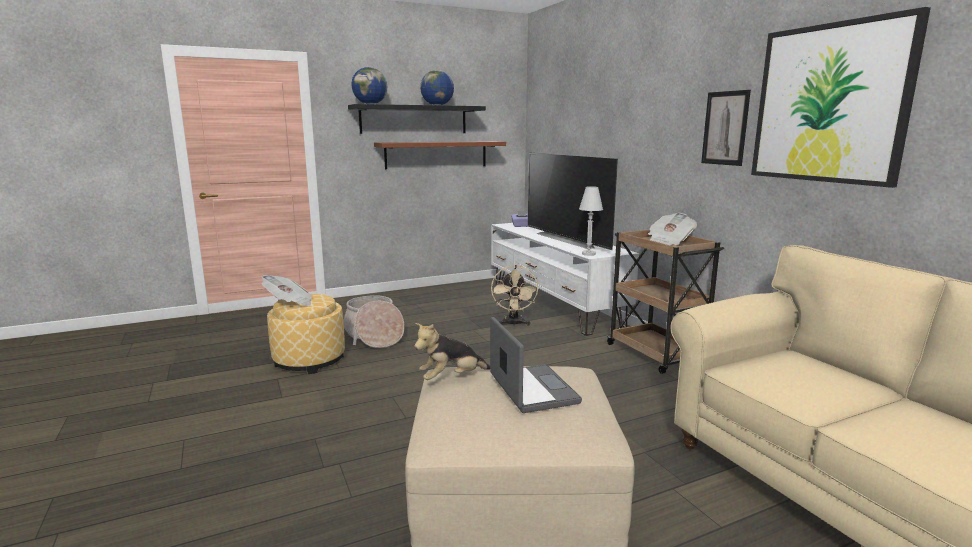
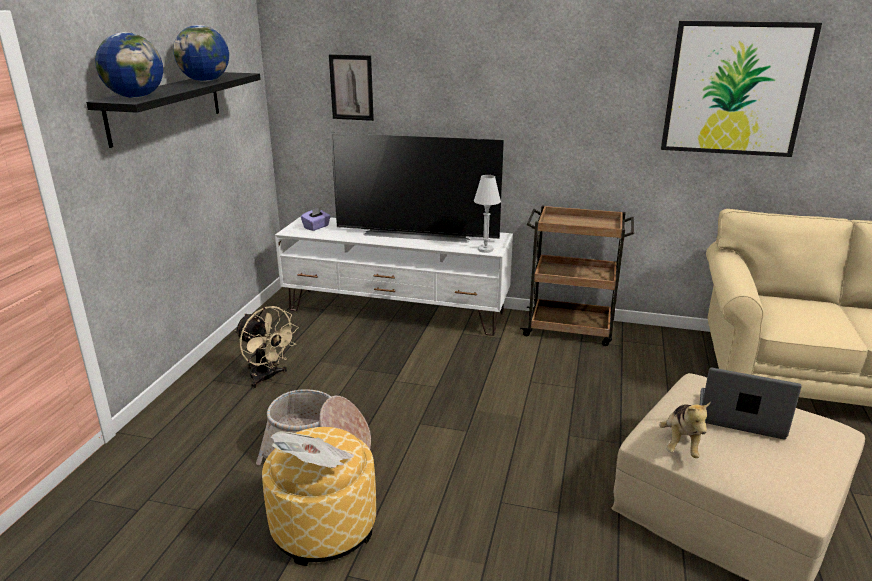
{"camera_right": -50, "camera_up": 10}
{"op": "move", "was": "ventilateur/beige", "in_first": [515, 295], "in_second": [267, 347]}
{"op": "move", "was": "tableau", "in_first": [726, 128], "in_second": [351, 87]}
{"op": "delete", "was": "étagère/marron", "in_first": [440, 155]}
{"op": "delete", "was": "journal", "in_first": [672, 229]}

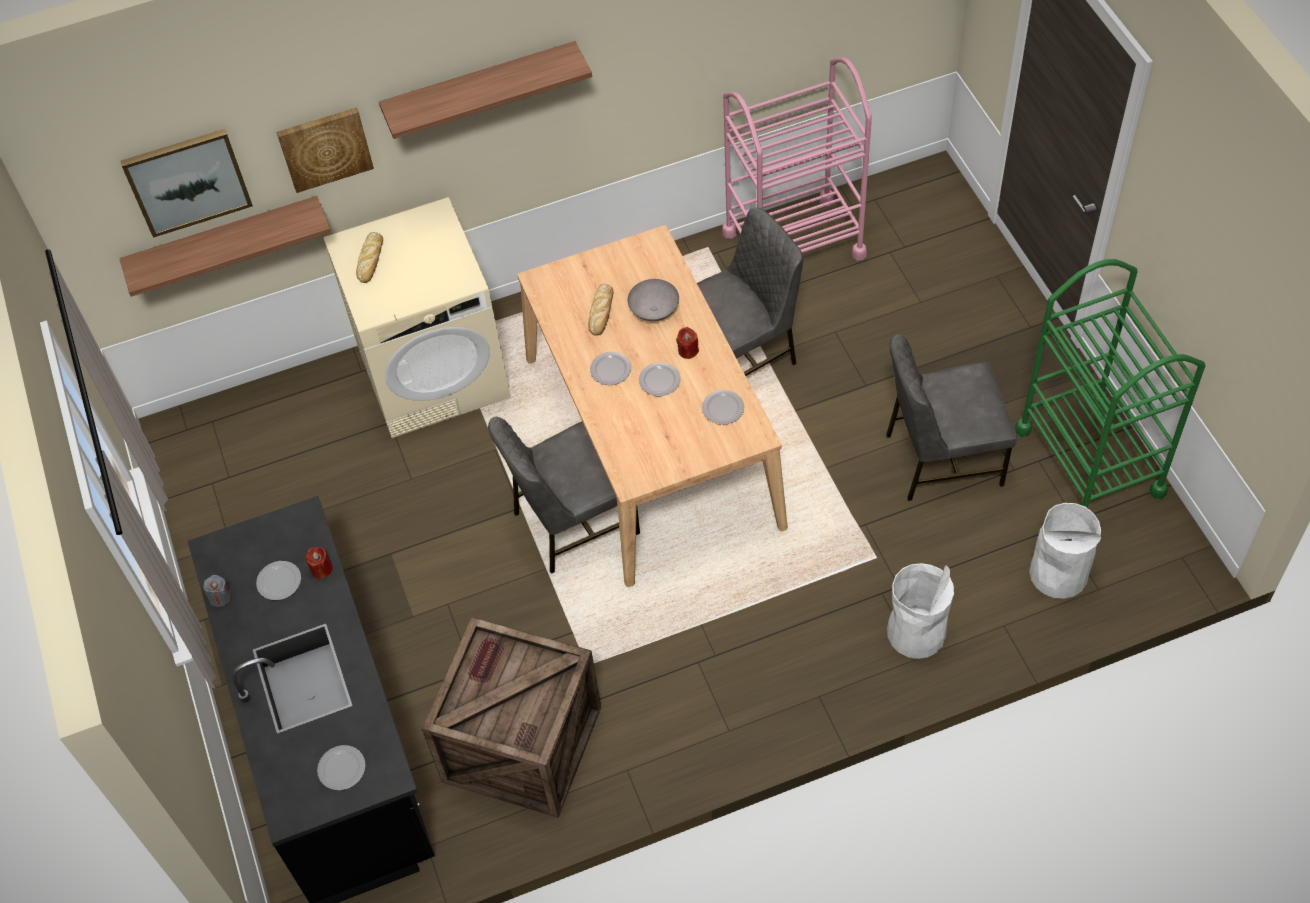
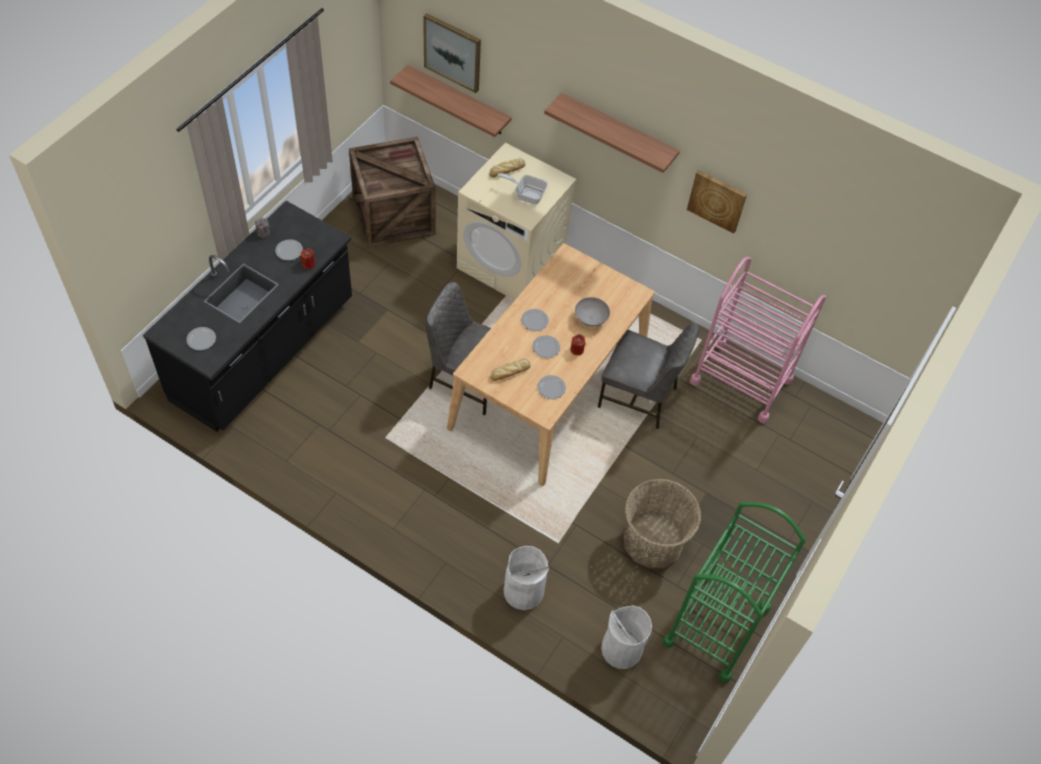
{"camera_right": 45, "camera_up": 0}
{"op": "move", "was": "caisse", "in_first": [511, 717], "in_second": [392, 192]}
{"op": "move", "was": "pain", "in_first": [601, 310], "in_second": [510, 370]}
{"op": "insert", "now": "poêle", "in_second": [522, 188]}
{"op": "replace", "was": "chaise/gris", "now": "panier", "in_first": [951, 417], "in_second": [663, 523]}
{"op": "move", "was": "tableau", "in_first": [325, 150], "in_second": [717, 202]}

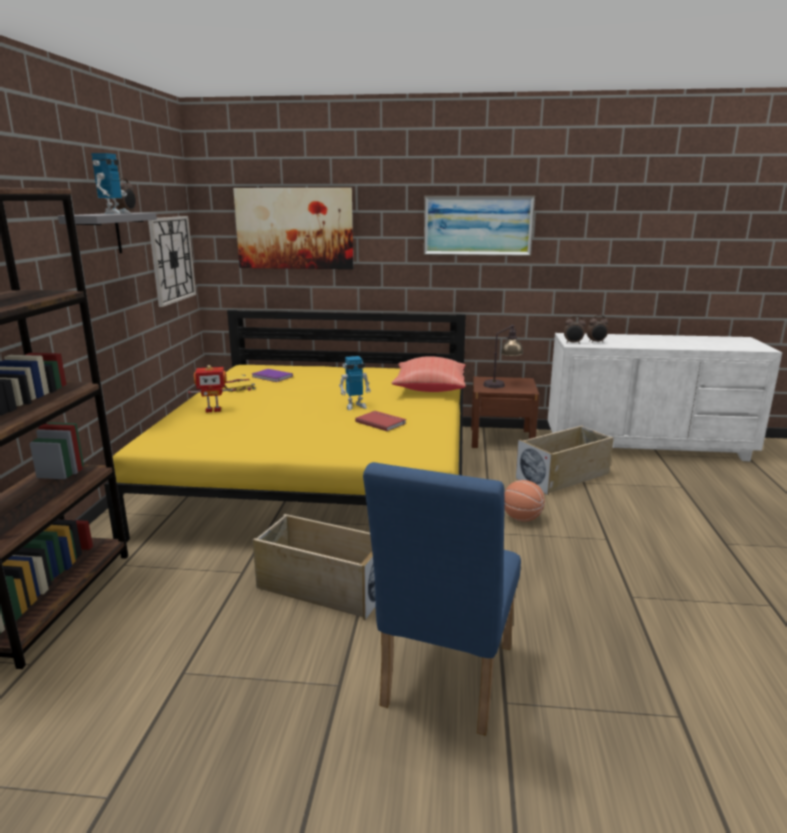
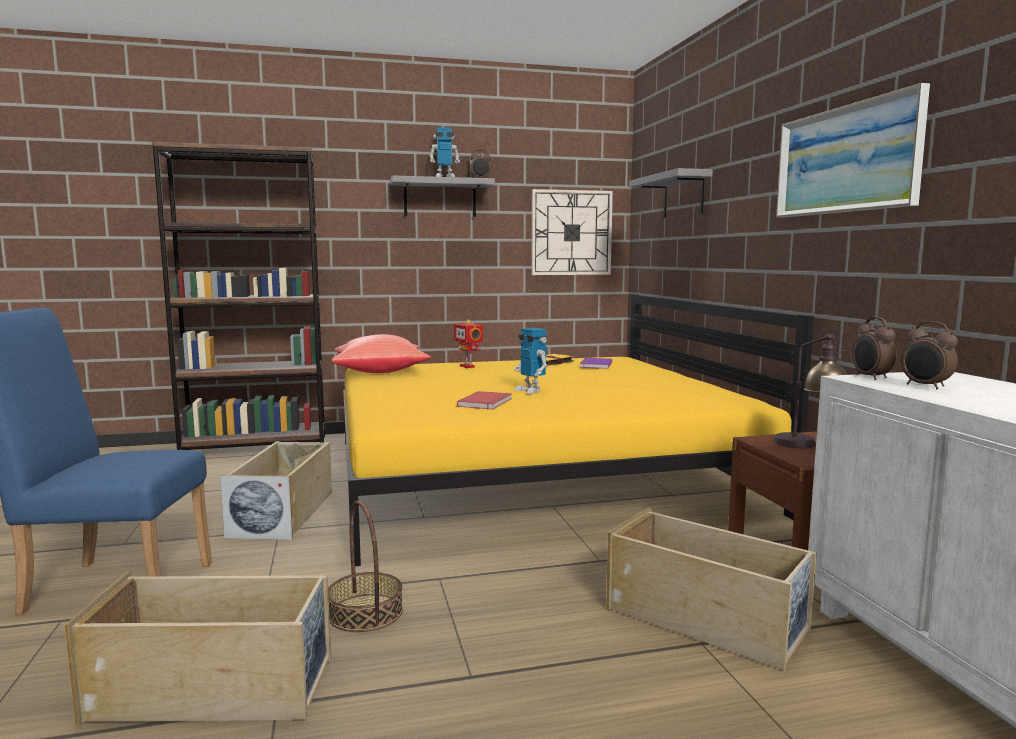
{"camera_right": 70, "camera_up": -10}
{"op": "insert", "now": "boîte de rangement/beige", "in_second": [197, 649]}
{"op": "insert", "now": "panier", "in_second": [365, 566]}
{"op": "move", "was": "coussin/rouge", "in_first": [428, 374], "in_second": [381, 353]}
{"op": "replace", "was": "tableau", "now": "étagère/gris", "in_first": [293, 228], "in_second": [671, 193]}
{"op": "delete", "was": "ballon de basket", "in_first": [524, 500]}

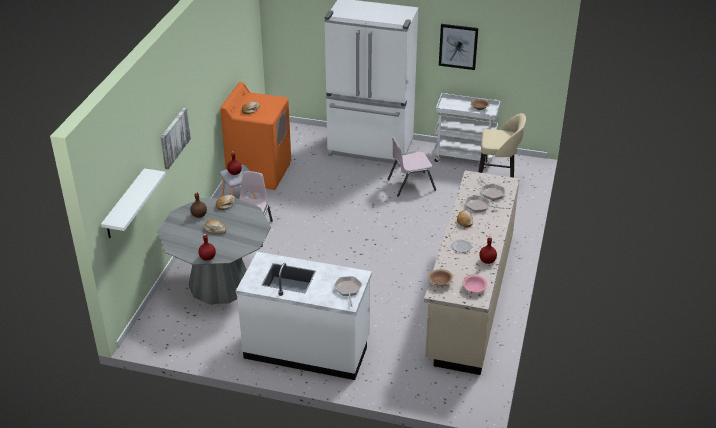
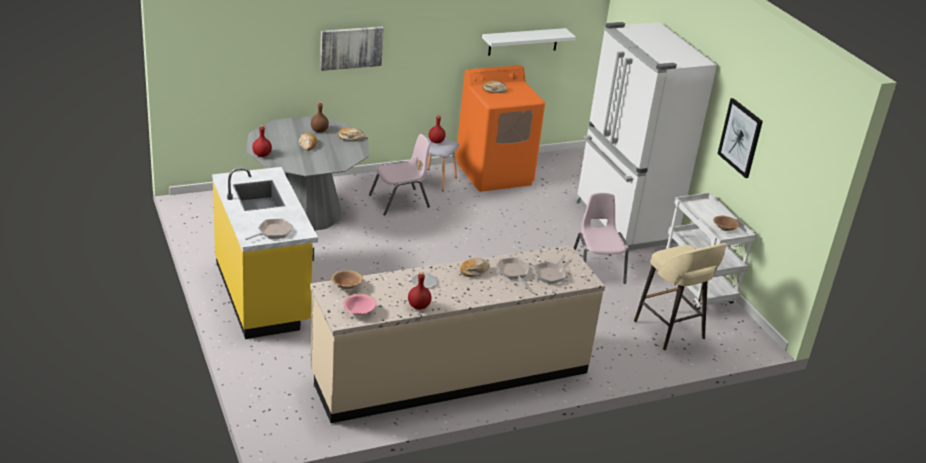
{"camera_right": 50, "camera_up": -5}
{"op": "recolor", "was": "comptoir de cuisine/blanc", "now": "comptoir de cuisine/jaune", "in_first": [304, 316], "in_second": [265, 253]}
{"op": "move", "was": "étagère/blanc", "in_first": [133, 203], "in_second": [529, 42]}
{"op": "rotate", "was": "chaise/rose", "in_first": [412, 167], "in_second": [601, 238], "clockwise": 45}

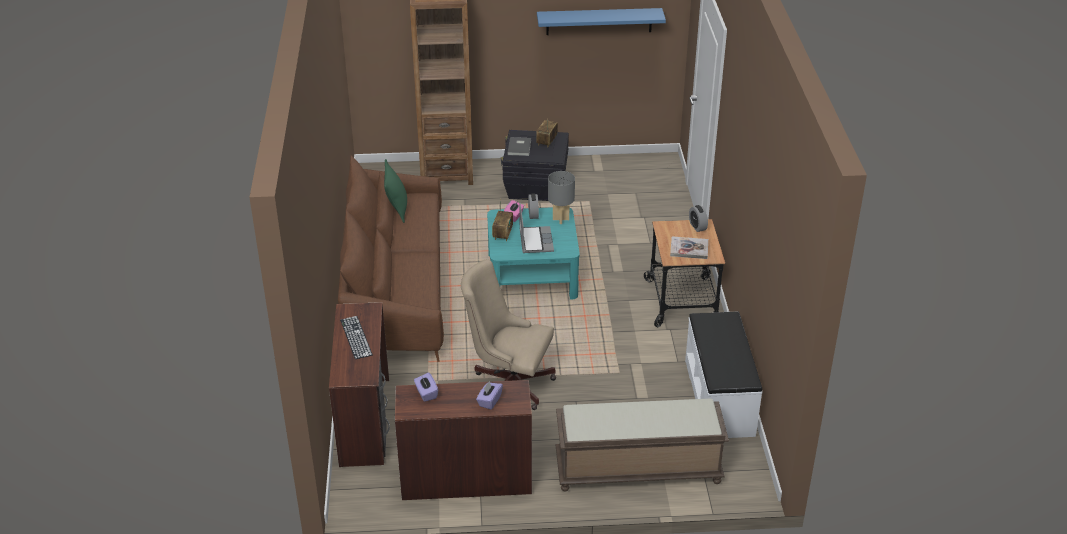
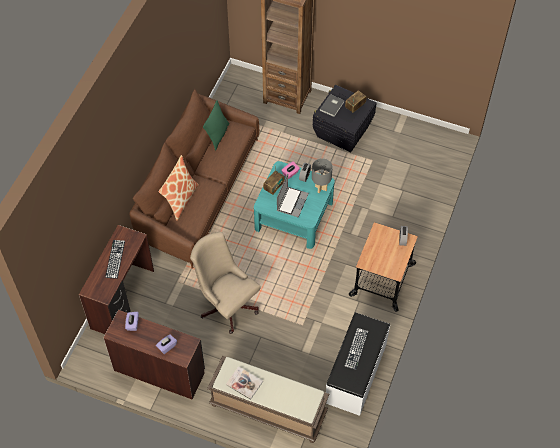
{"camera_right": 25, "camera_up": 20}
{"op": "insert", "now": "coussin", "in_second": [179, 188]}
{"op": "move", "was": "livre", "in_first": [689, 247], "in_second": [244, 383]}
{"op": "insert", "now": "clavier", "in_second": [357, 349]}
{"op": "delete", "was": "étagère/bleu", "in_first": [601, 21]}

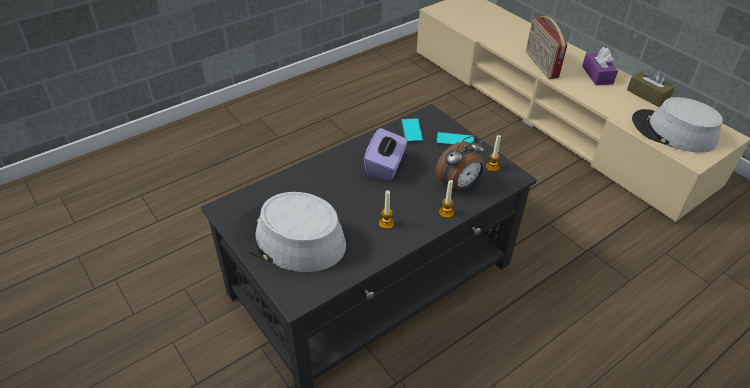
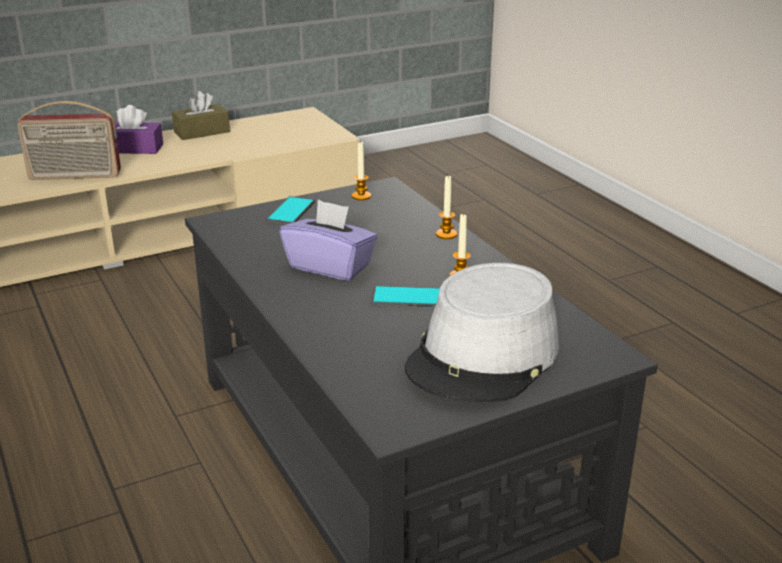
{"camera_right": -80, "camera_up": -15}
{"op": "move", "was": "téléphone", "in_first": [412, 130], "in_second": [405, 297]}
{"op": "delete", "was": "réveil", "in_first": [460, 162]}
{"op": "delete", "was": "chapeau/gris", "in_first": [677, 125]}

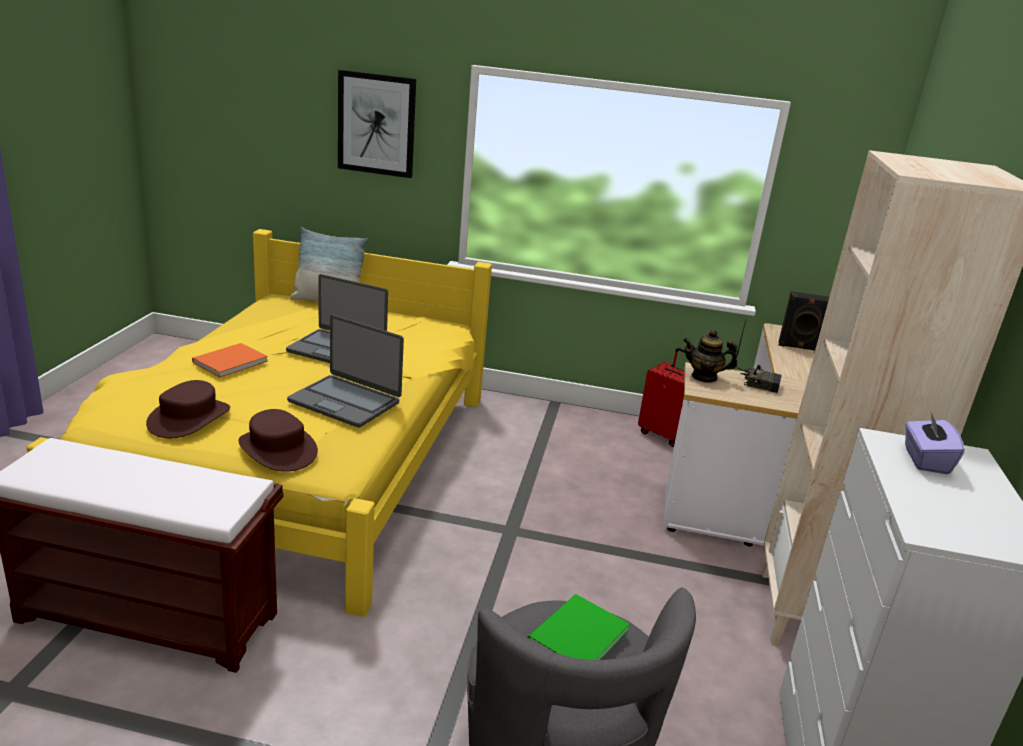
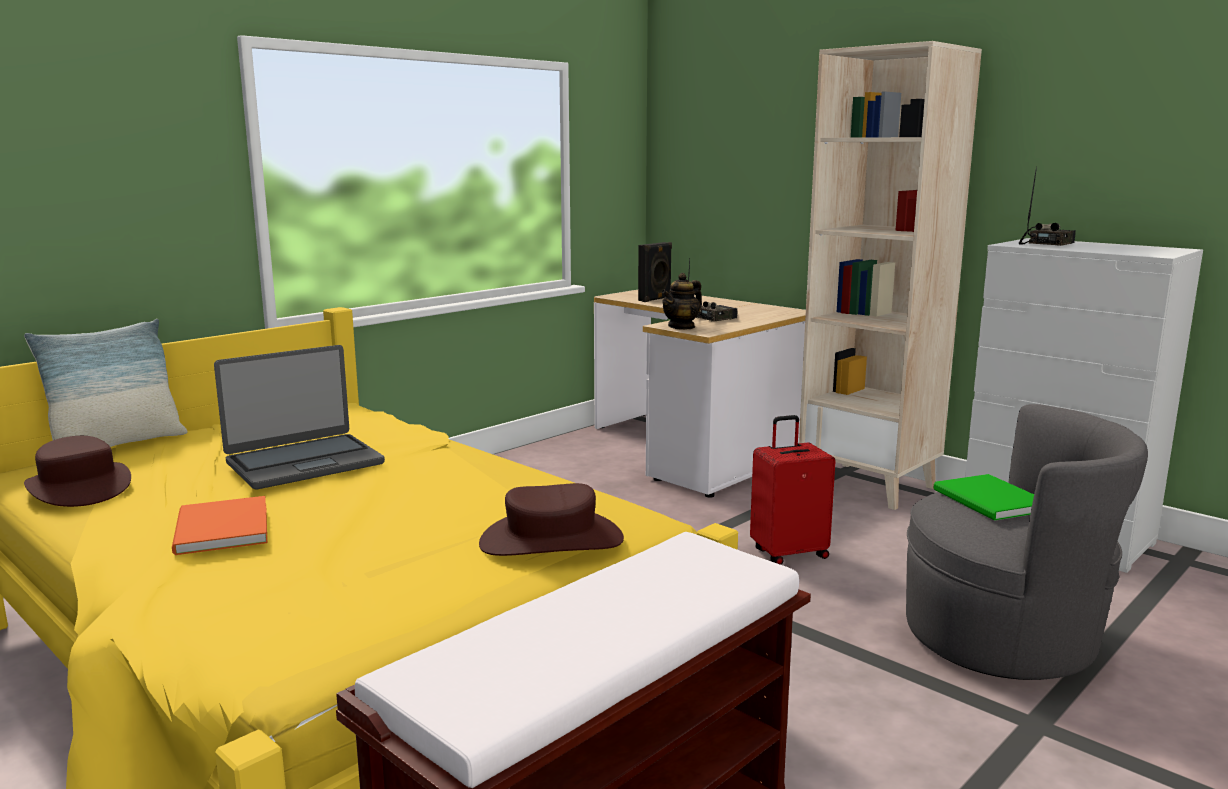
{"camera_right": -55, "camera_up": -10}
{"op": "move", "was": "chapeau/marron", "in_first": [188, 409], "in_second": [77, 471]}
{"op": "move", "was": "valise/rouge", "in_first": [664, 397], "in_second": [793, 490]}
{"op": "replace", "was": "boîte à mouchoirs/violet", "now": "radio", "in_first": [935, 443], "in_second": [1047, 206]}
{"op": "delete", "was": "ordinateur portable", "in_first": [345, 371]}
{"op": "delete", "was": "tableau", "in_first": [377, 124]}

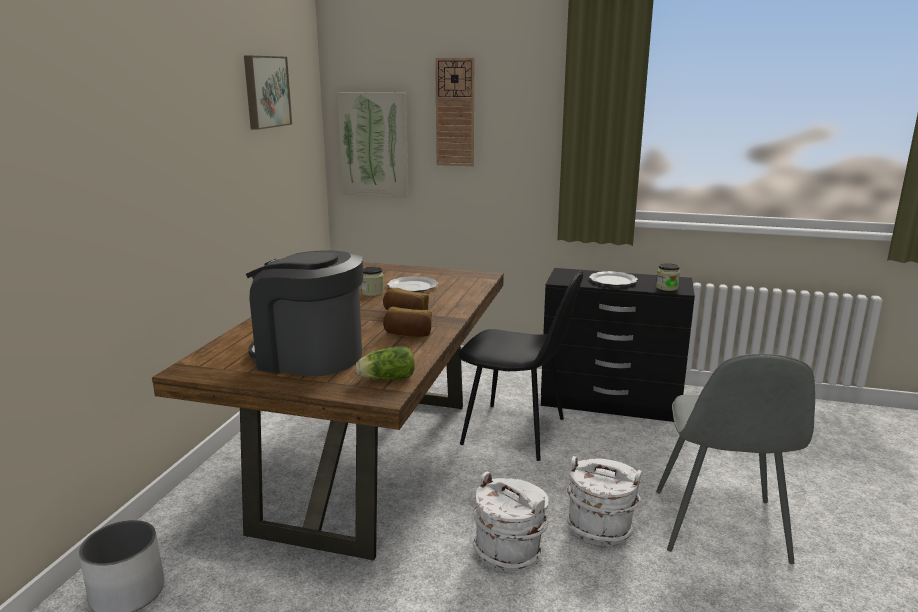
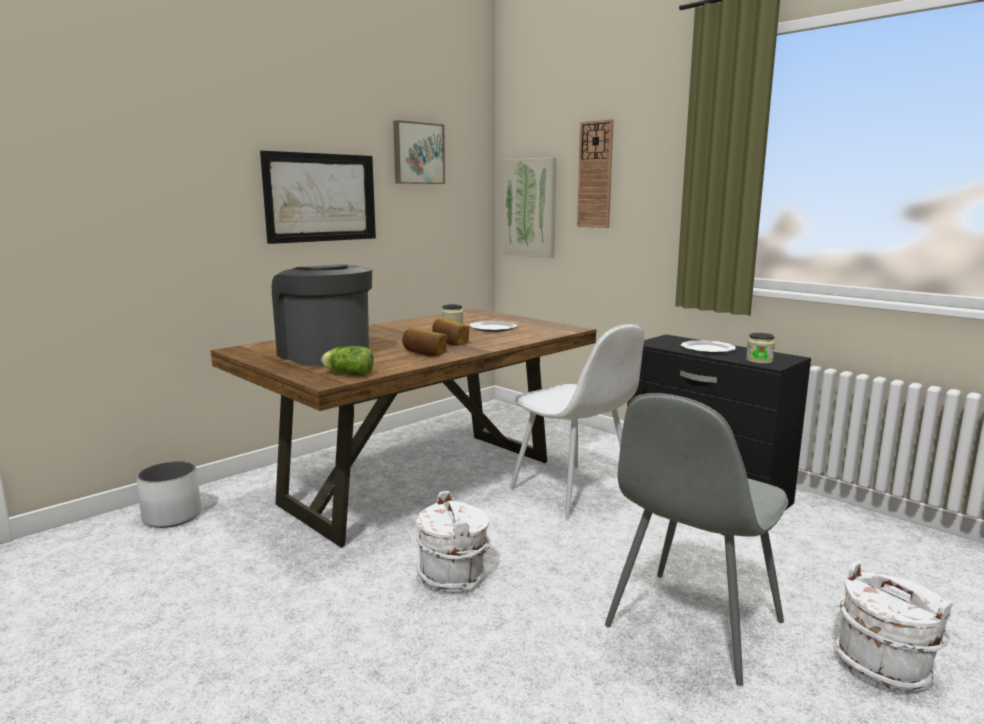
{"camera_right": 30, "camera_up": -5}
{"op": "insert", "now": "tableau", "in_second": [318, 197]}
{"op": "recolor", "was": "chaise/noir", "now": "chaise/blanc", "in_first": [521, 366], "in_second": [577, 421]}
{"op": "move", "was": "seau/blanc", "in_first": [604, 500], "in_second": [894, 627]}

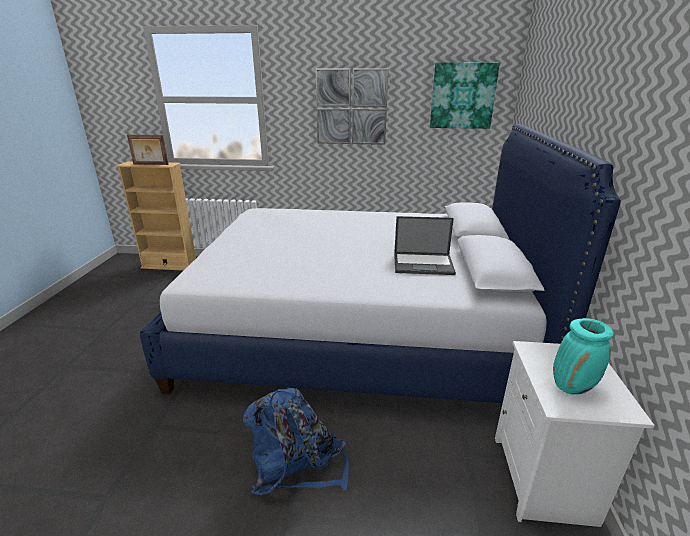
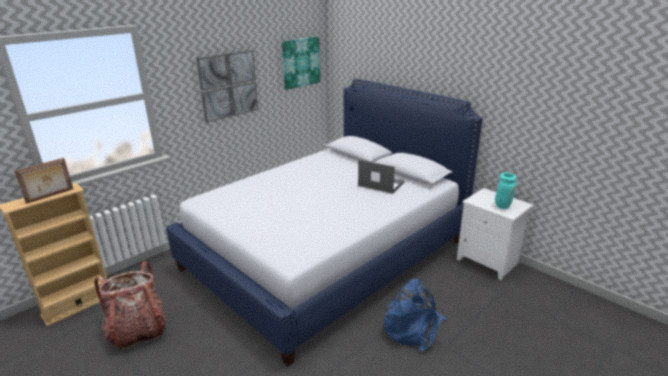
{"camera_right": -50, "camera_up": 0}
{"op": "insert", "now": "sac à dos", "in_second": [130, 306]}
{"op": "rotate", "was": "ordinateur portable", "in_first": [425, 245], "in_second": [381, 177], "clockwise": -105}

